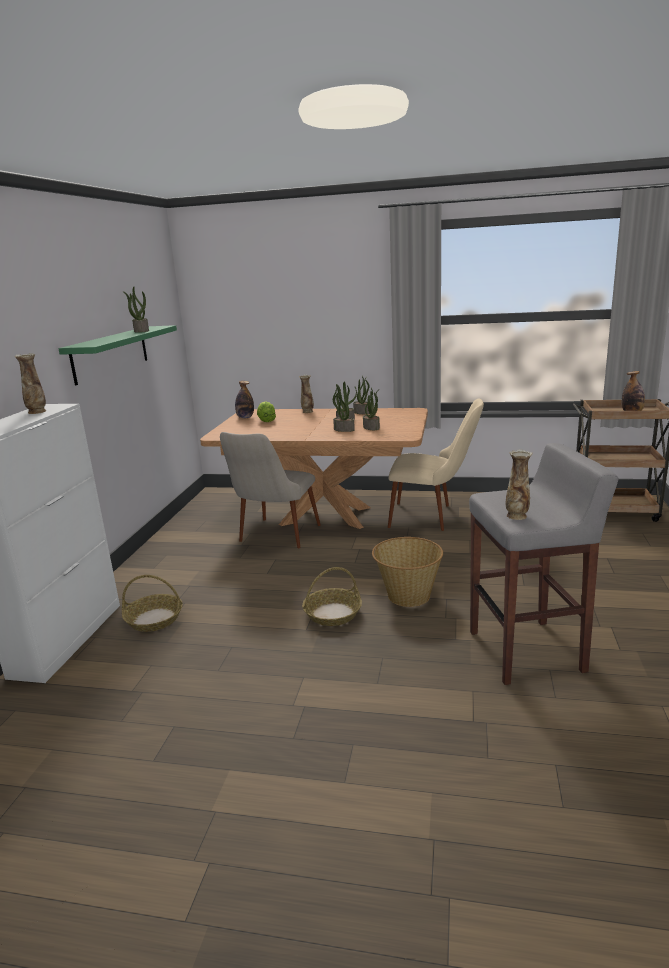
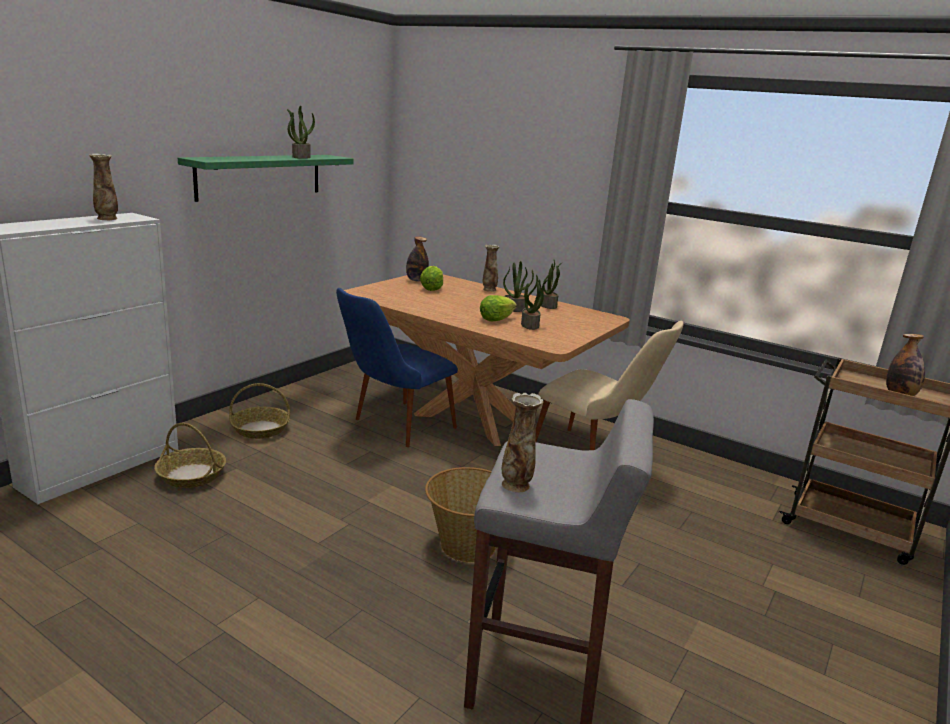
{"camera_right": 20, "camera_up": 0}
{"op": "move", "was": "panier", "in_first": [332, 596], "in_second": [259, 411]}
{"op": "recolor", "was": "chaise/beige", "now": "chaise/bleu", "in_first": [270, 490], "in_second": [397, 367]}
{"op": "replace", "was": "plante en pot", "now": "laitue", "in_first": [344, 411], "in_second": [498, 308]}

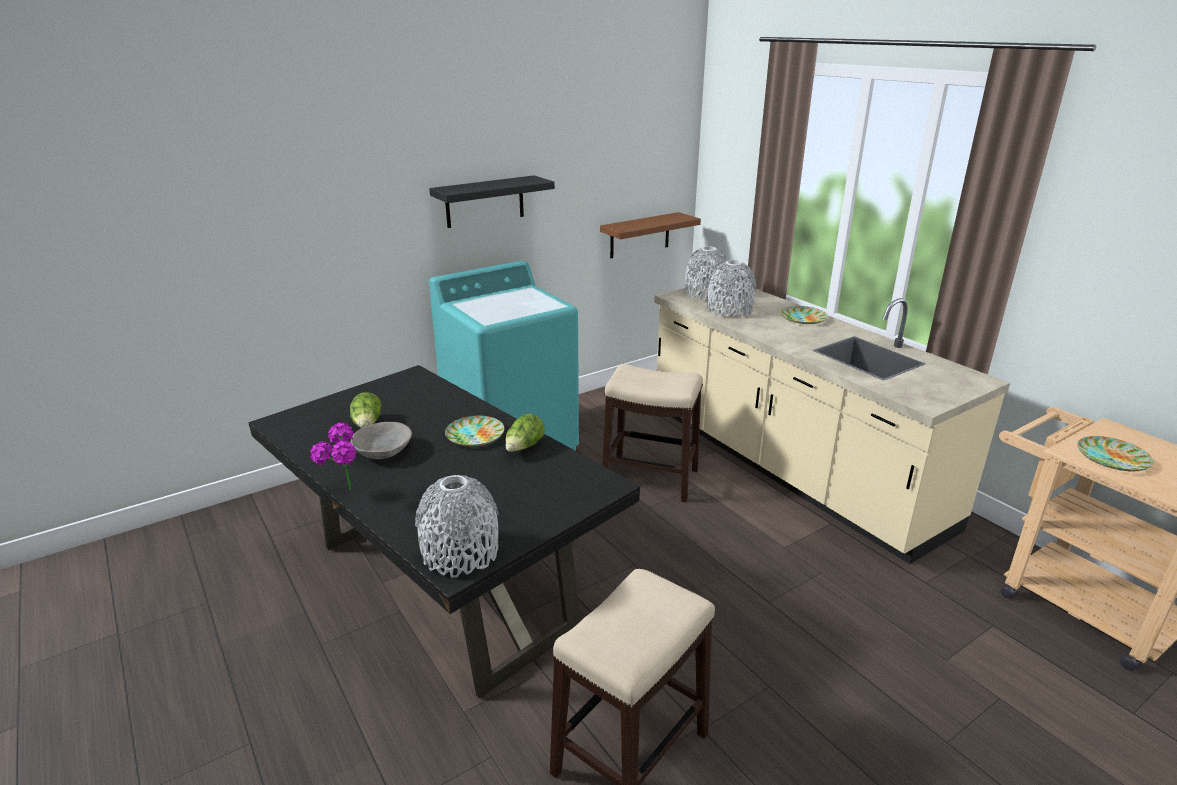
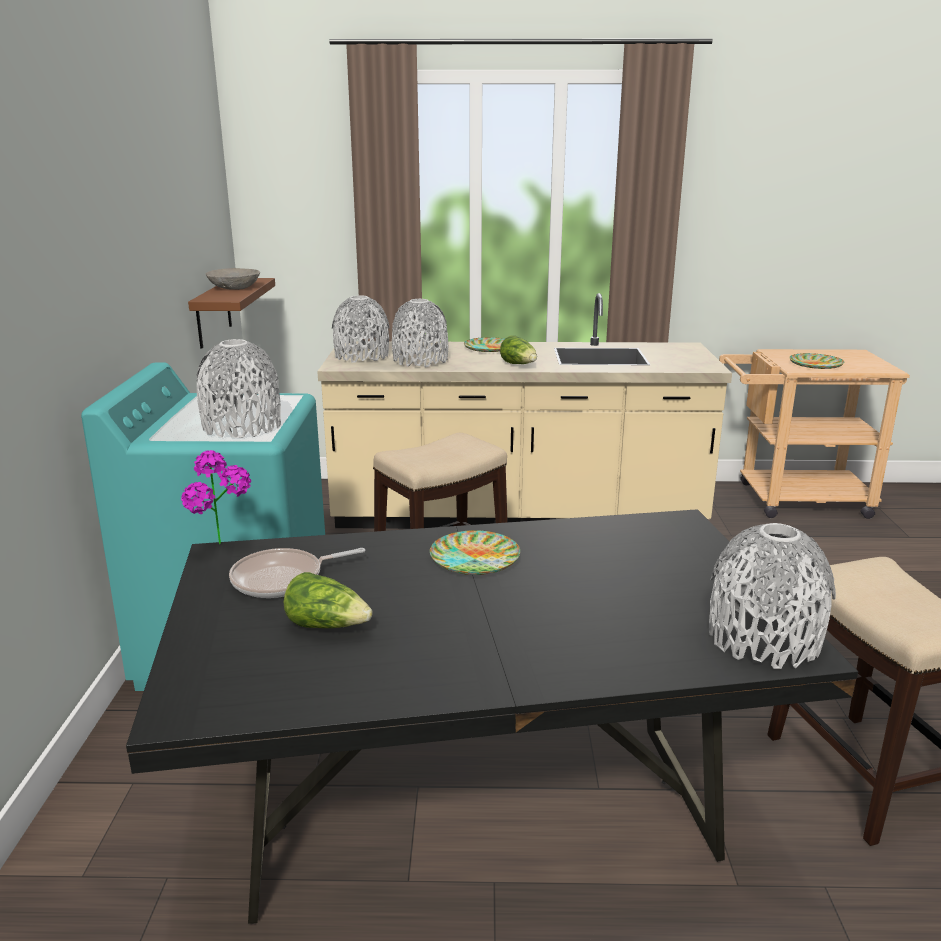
{"camera_right": -55, "camera_up": -5}
{"op": "move", "was": "plante en pot", "in_first": [333, 456], "in_second": [216, 497]}
{"op": "insert", "now": "vase/gris", "in_second": [239, 388]}
{"op": "move", "was": "bol/gris", "in_first": [381, 440], "in_second": [233, 279]}
{"op": "insert", "now": "poêle", "in_second": [297, 573]}
{"op": "move", "was": "laitue", "in_first": [525, 433], "in_second": [518, 349]}
{"op": "delete", "was": "étagère/noir", "in_first": [492, 201]}

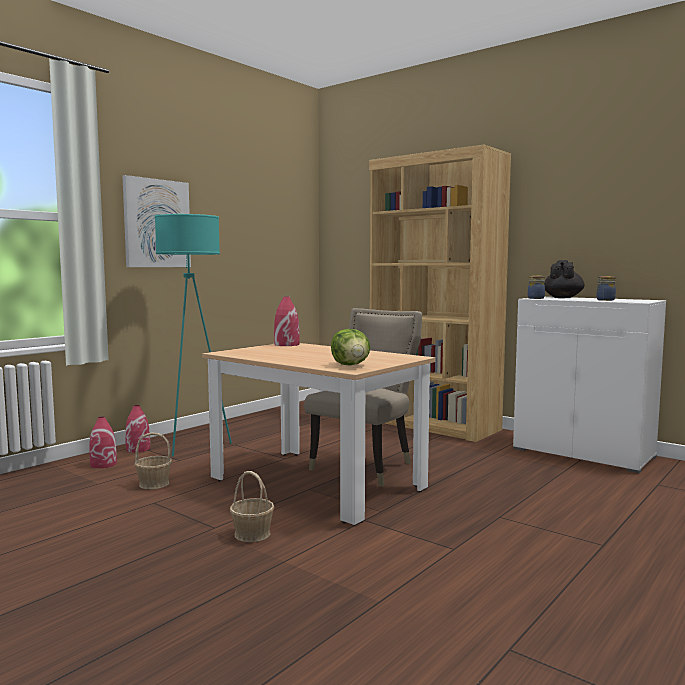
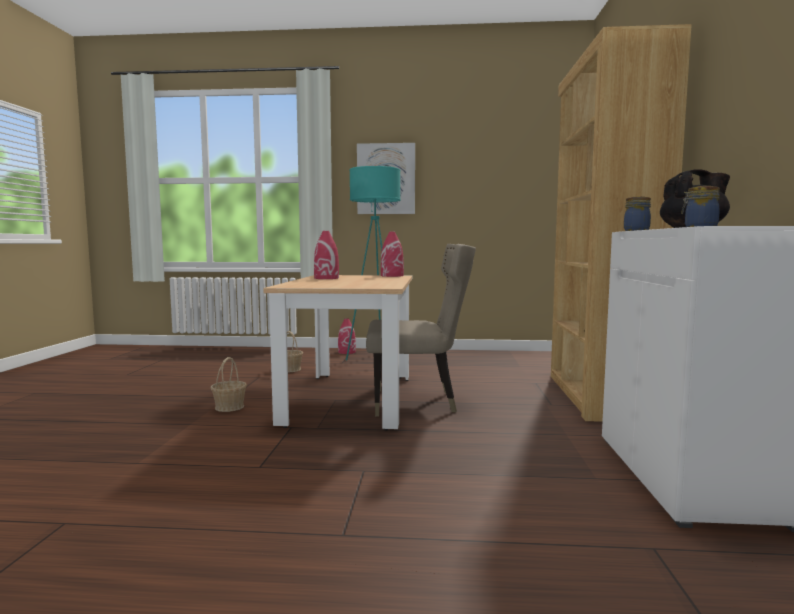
{"camera_right": 55, "camera_up": 0}
{"op": "move", "was": "vase/rouge", "in_first": [103, 442], "in_second": [326, 255]}
{"op": "delete", "was": "laitue", "in_first": [350, 347]}

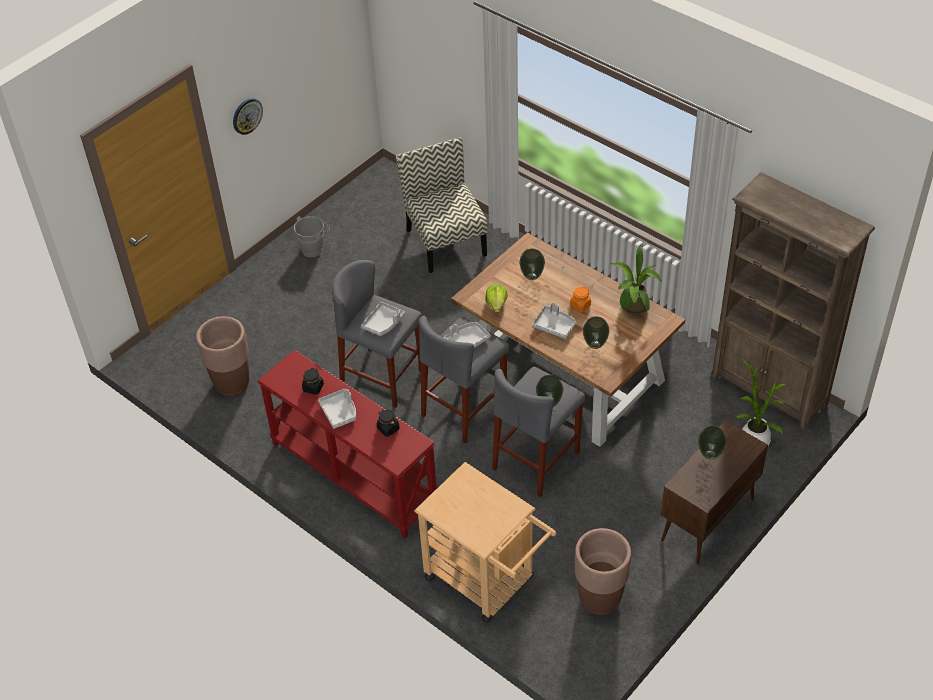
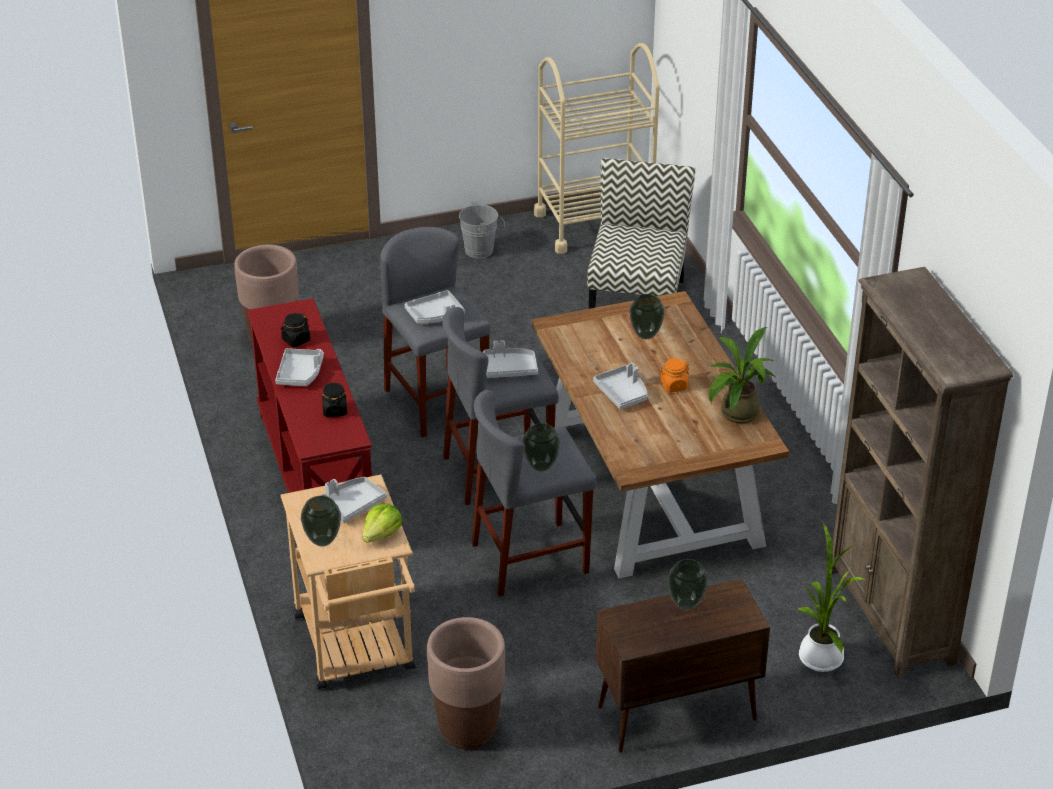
{"camera_right": 30, "camera_up": -10}
{"op": "move", "was": "vase", "in_first": [596, 332], "in_second": [321, 521]}
{"op": "insert", "now": "plateau/gris", "in_second": [353, 500]}
{"op": "move", "was": "laitue", "in_first": [496, 298], "in_second": [382, 523]}
{"op": "insert", "now": "chariot/beige", "in_second": [597, 148]}
{"op": "delete", "was": "horloge murale", "in_first": [248, 116]}

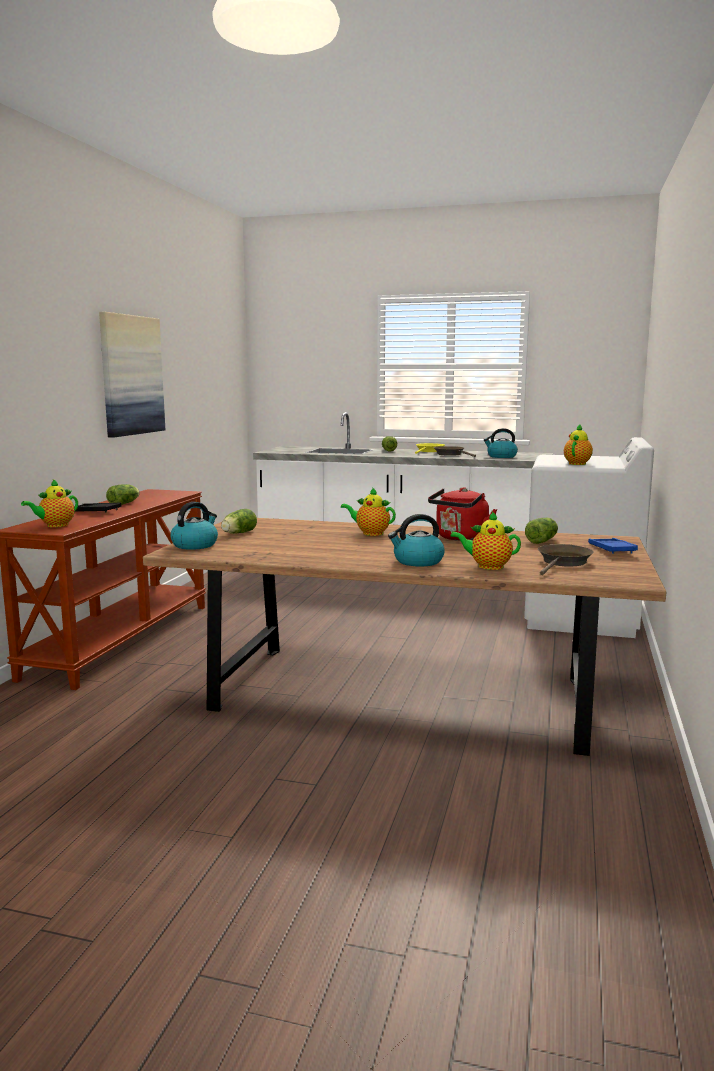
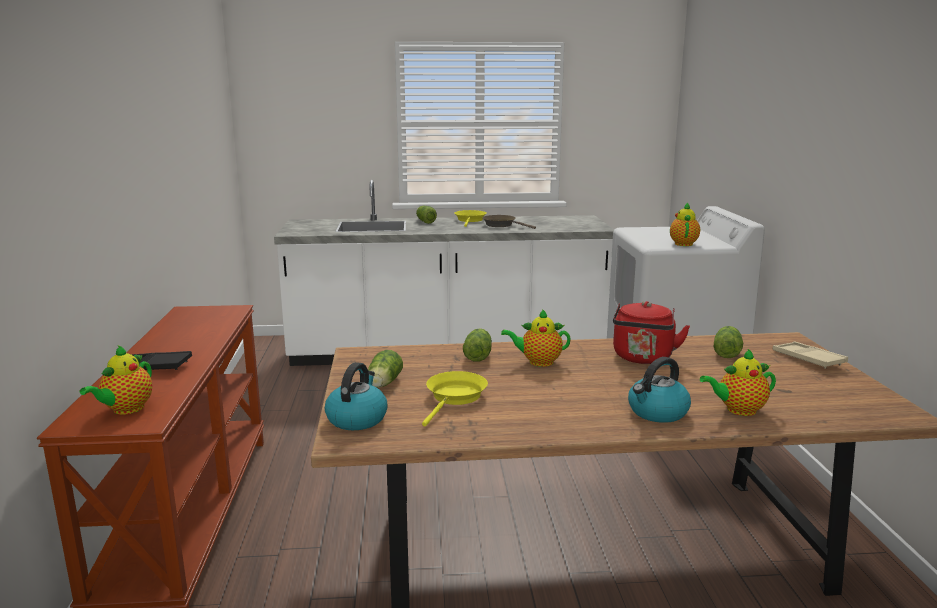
{"camera_right": -20, "camera_up": 5}
{"op": "insert", "now": "poêle/jaune", "in_second": [455, 399]}
{"op": "move", "was": "laitue", "in_first": [123, 494], "in_second": [477, 345]}
{"op": "recolor", "was": "plateau/bleu", "now": "plateau/beige", "in_first": [613, 546], "in_second": [810, 354]}
{"op": "delete", "was": "tableau", "in_first": [132, 375]}
{"op": "delete", "was": "bouilloire", "in_first": [500, 443]}
{"op": "delete", "was": "poêle/marron", "in_first": [566, 559]}

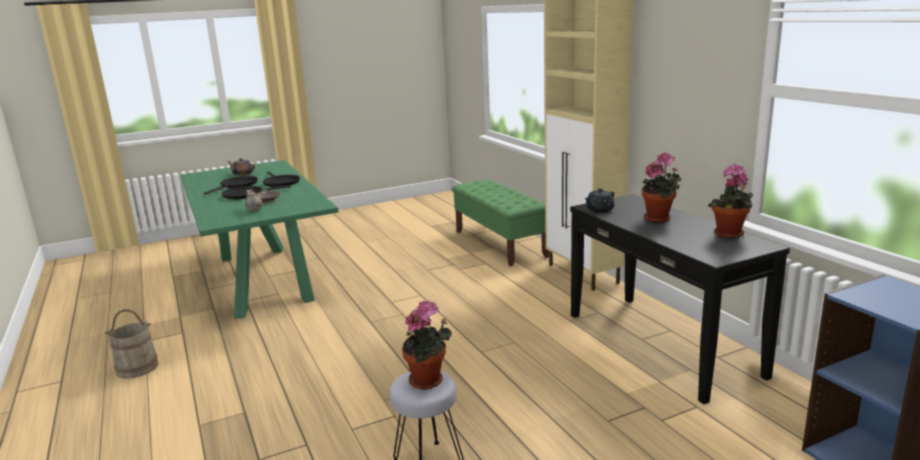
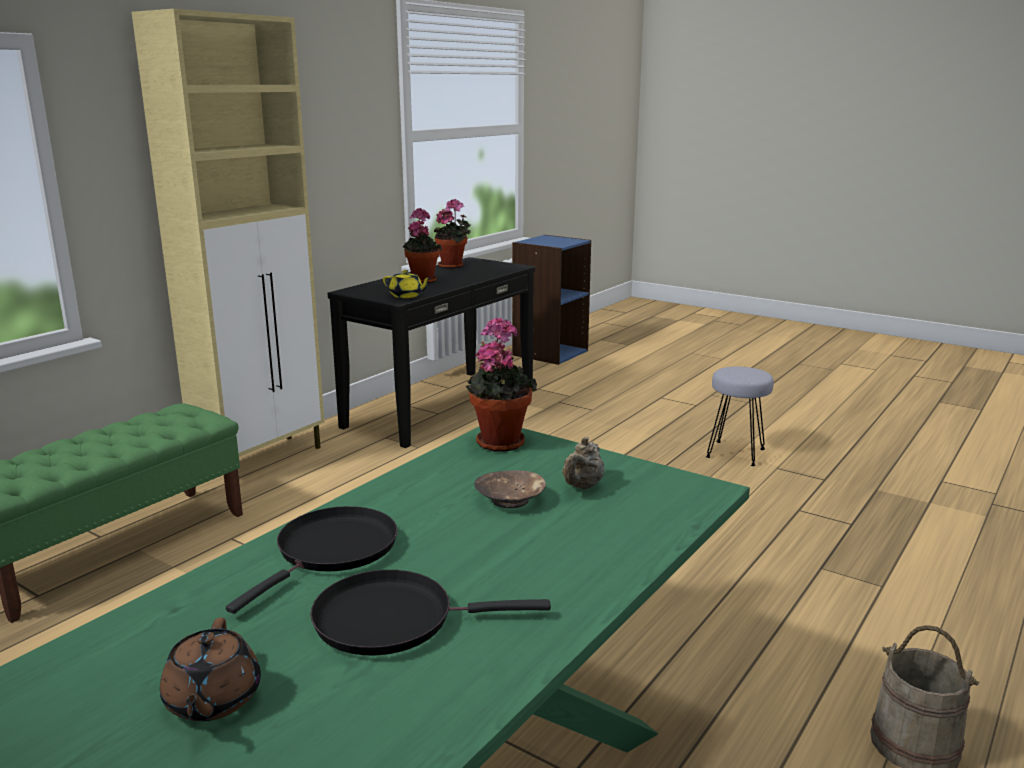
{"camera_right": -120, "camera_up": 0}
{"op": "recolor", "was": "théière/noir", "now": "théière/jaune", "in_first": [599, 200], "in_second": [406, 284]}
{"op": "move", "was": "plante en pot", "in_first": [427, 345], "in_second": [501, 384]}
{"op": "delete", "was": "poêle/noir", "in_first": [256, 192]}

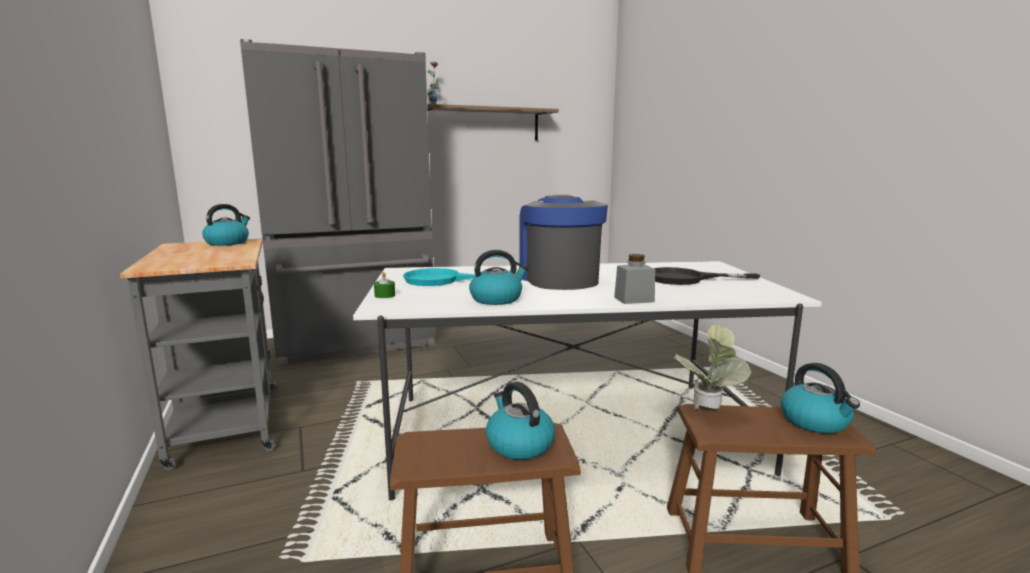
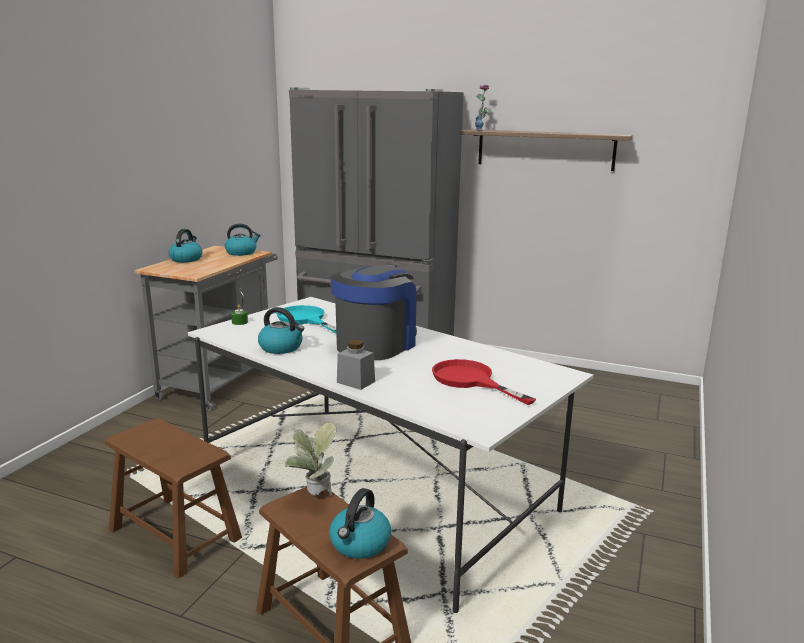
{"camera_right": 45, "camera_up": 5}
{"op": "move", "was": "bouilloire", "in_first": [520, 421], "in_second": [186, 246]}
{"op": "recolor", "was": "poêle/noir", "now": "poêle/rouge", "in_first": [707, 276], "in_second": [484, 382]}

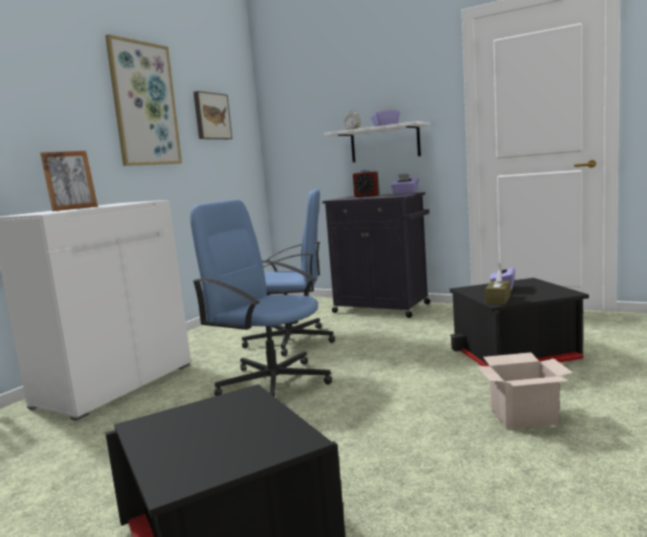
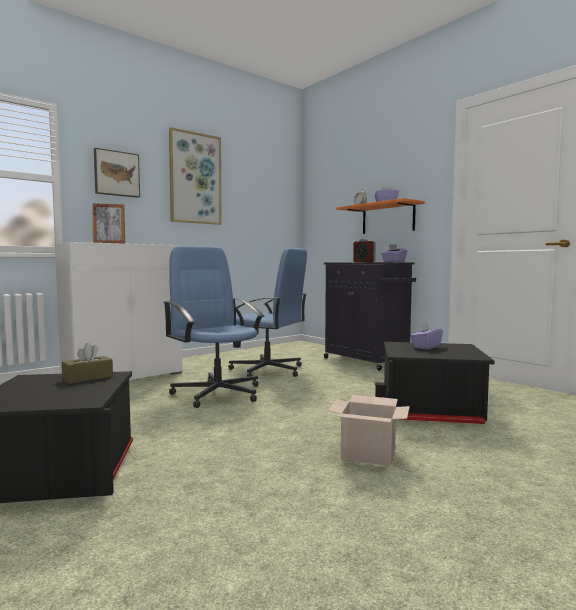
{"camera_right": 20, "camera_up": -5}
{"op": "move", "was": "boîte à mouchoirs/marron", "in_first": [498, 287], "in_second": [87, 363]}
{"op": "move", "was": "tableau", "in_first": [212, 115], "in_second": [117, 173]}
{"op": "recolor", "was": "étagère/blanc", "now": "étagère/orange", "in_first": [377, 141], "in_second": [380, 216]}

